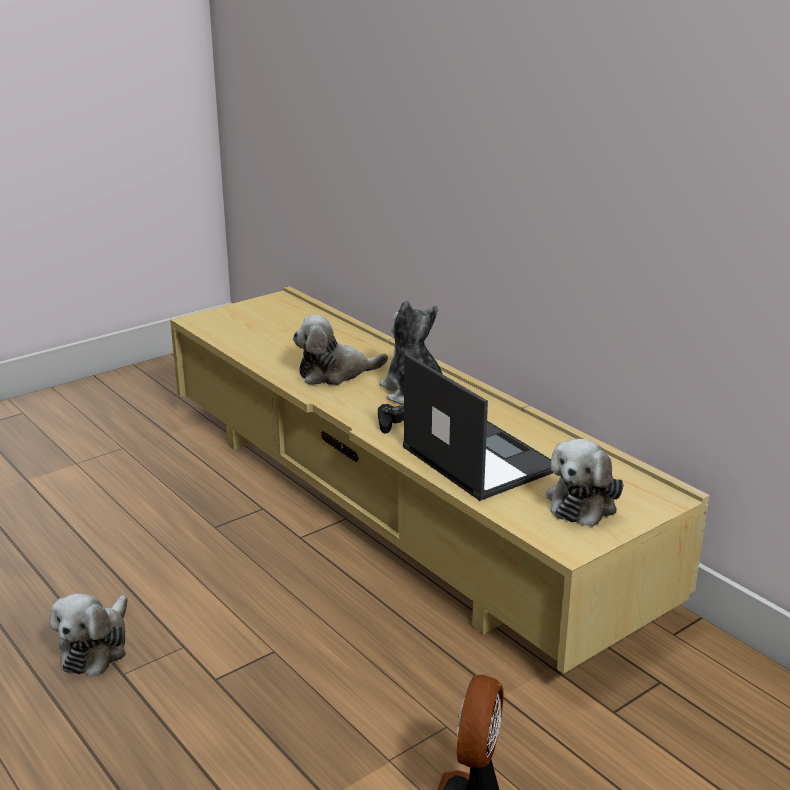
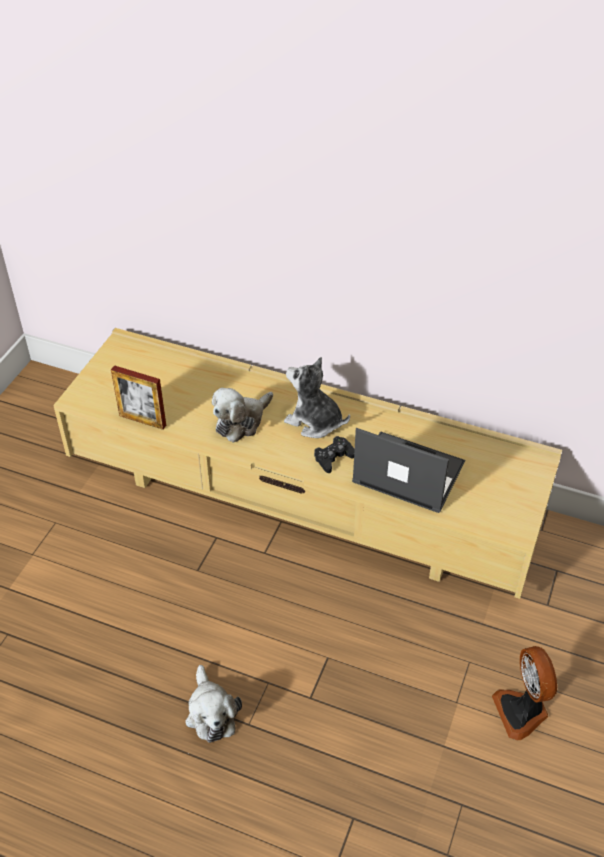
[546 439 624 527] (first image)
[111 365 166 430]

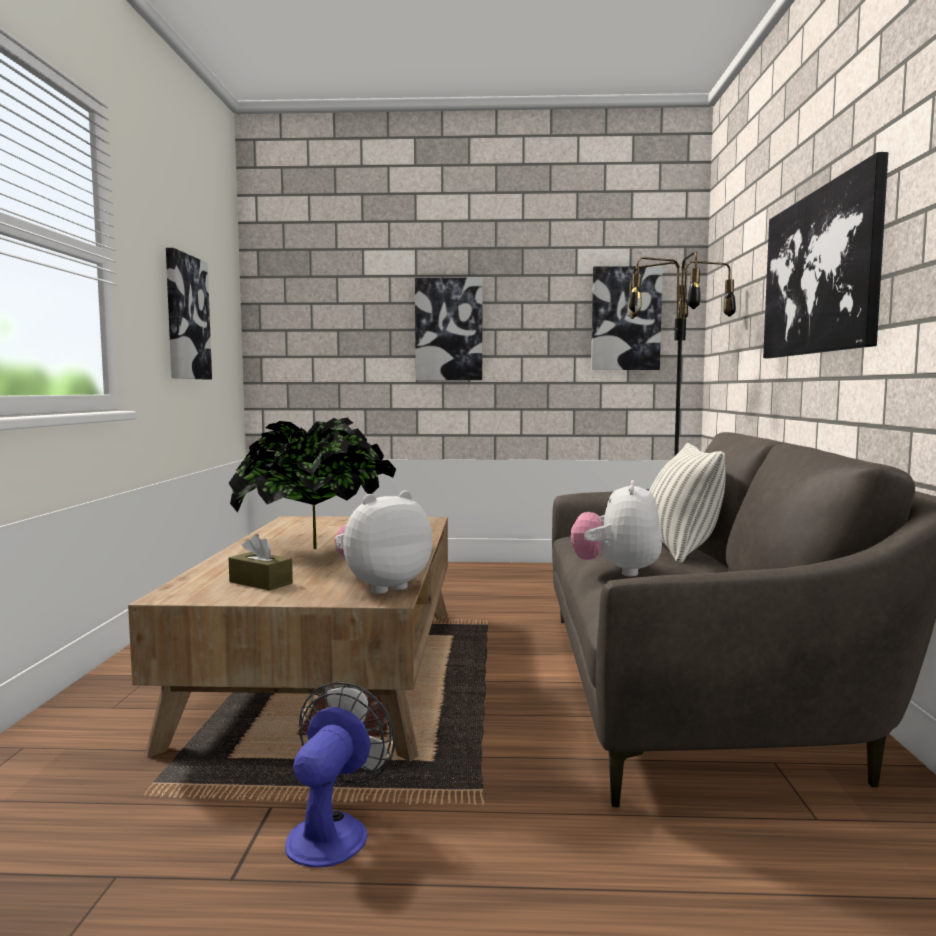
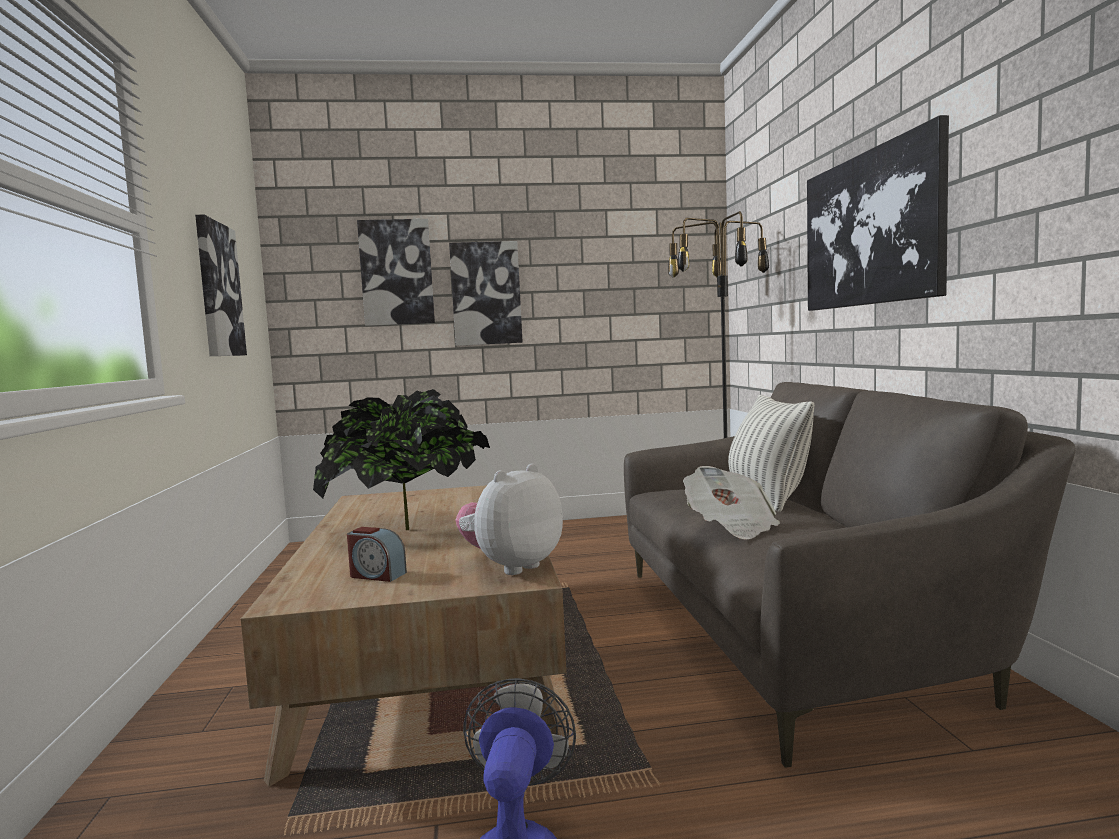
[347 527 407 582]
[683 466 780 540]
[357 219 435 326]

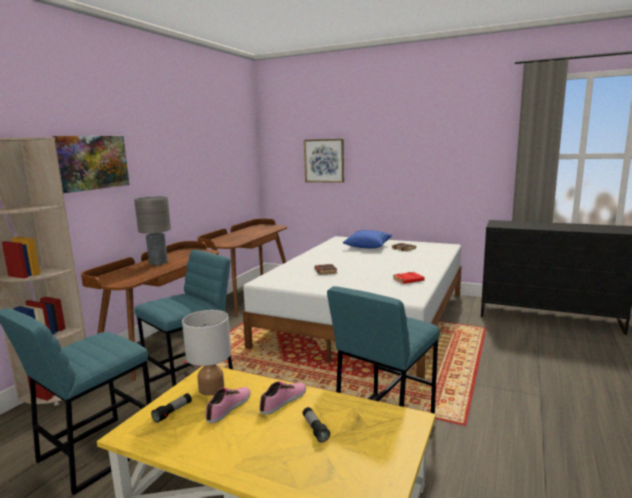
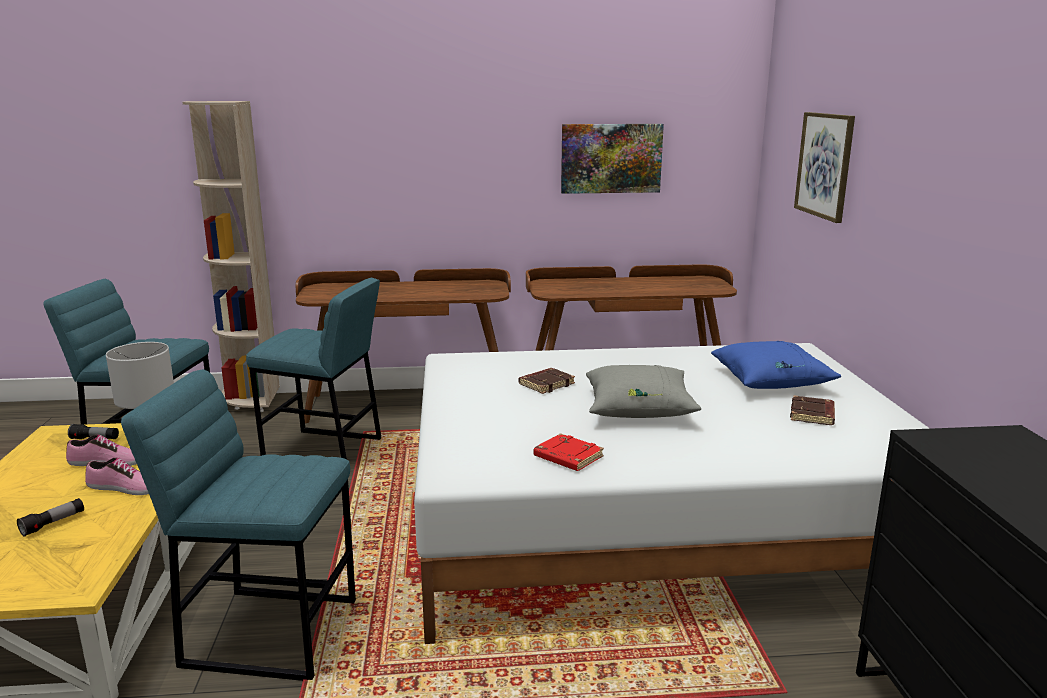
[561 124 664 194]
[134 197 171 265] (first image)
[586 365 701 418]

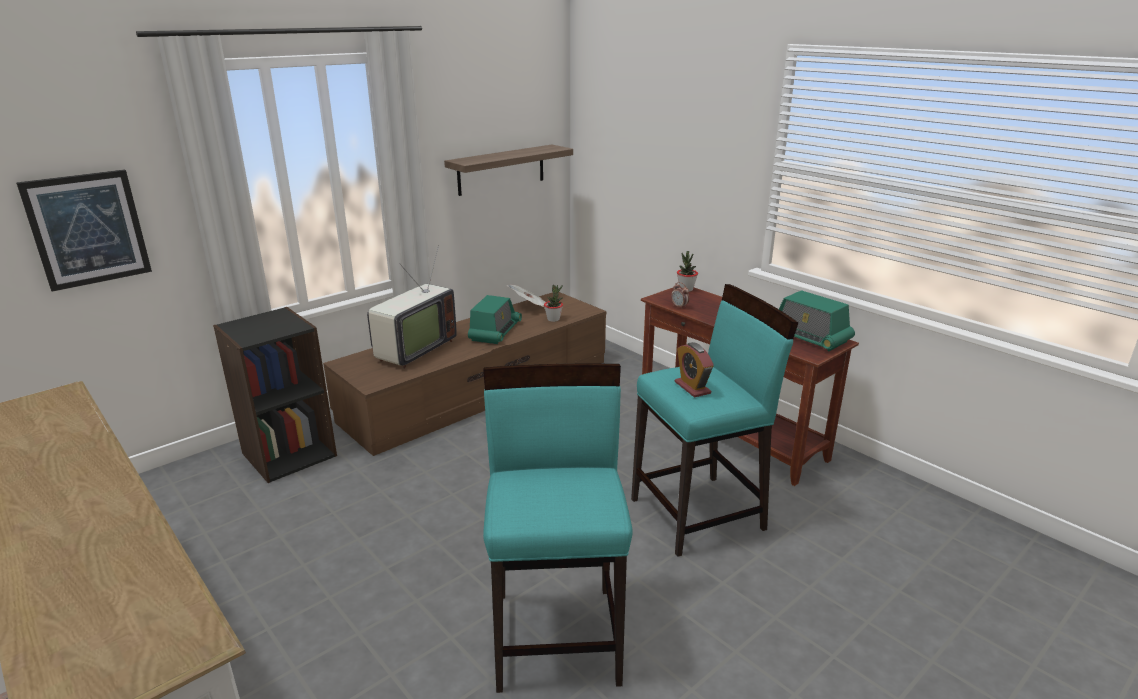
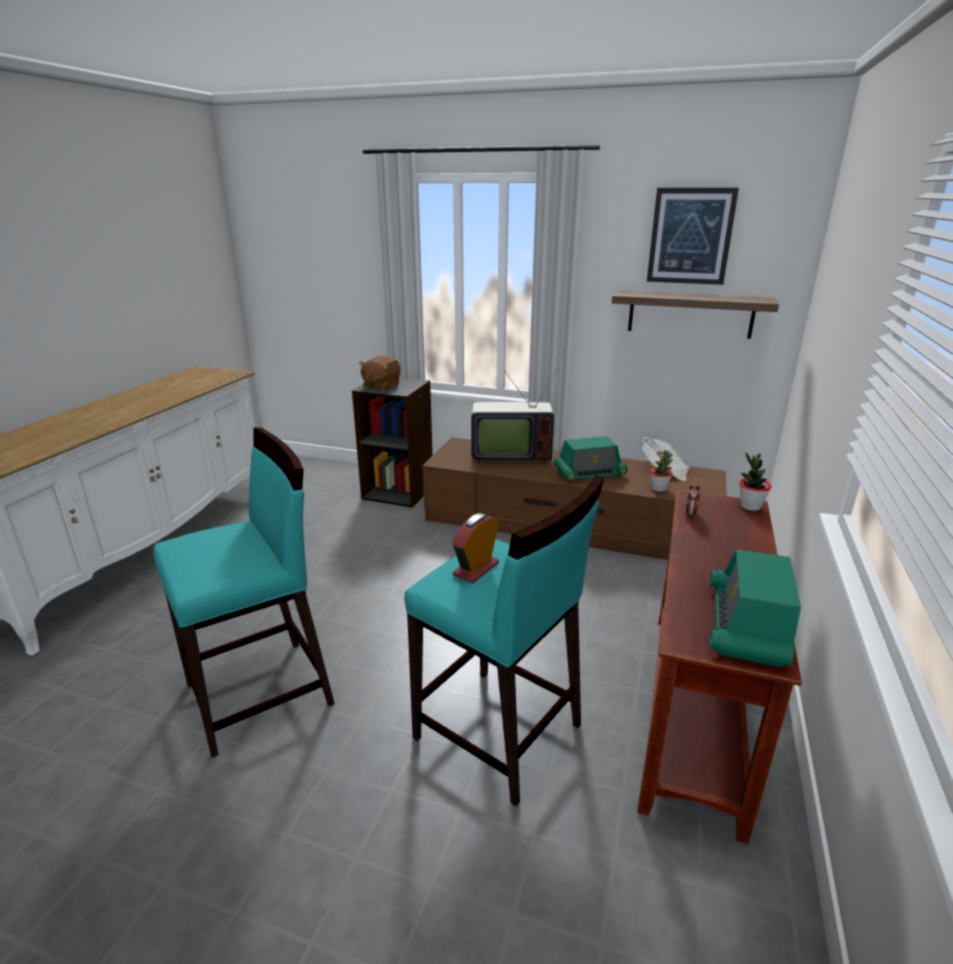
[647 188 739 285]
[359 355 400 391]

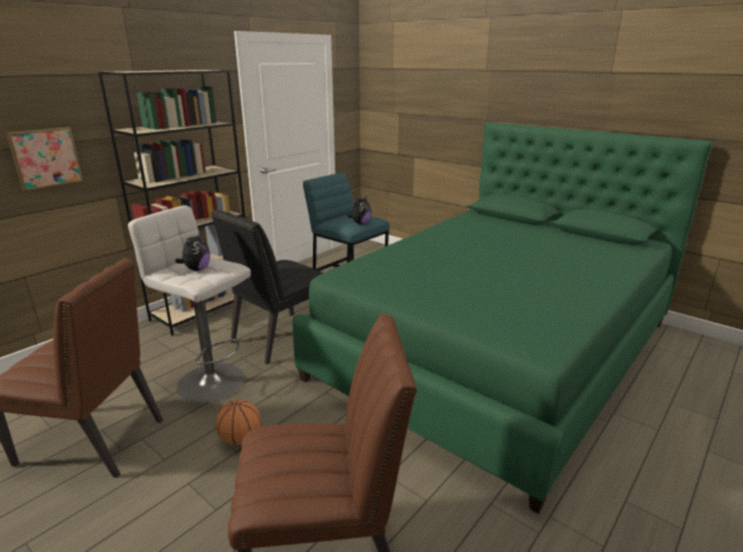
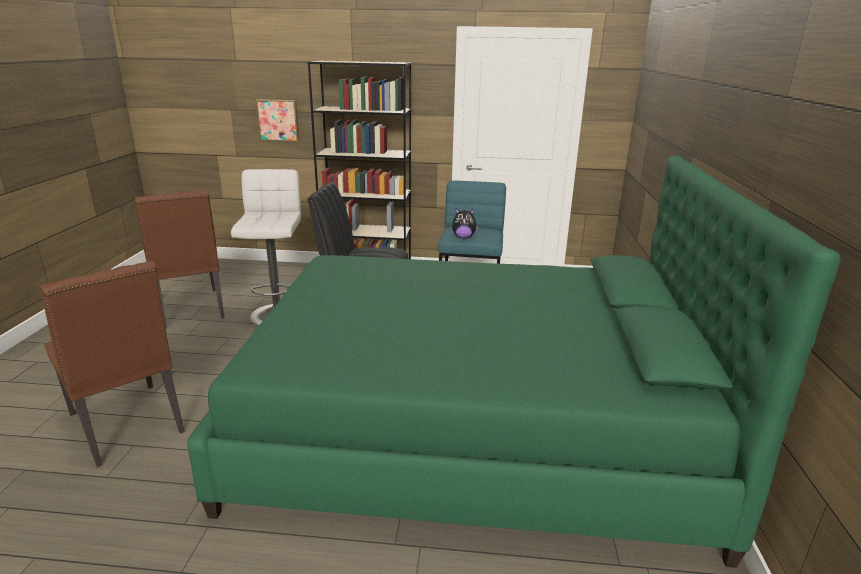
[175 231 210 271] (first image)
[215 399 260 445] (first image)

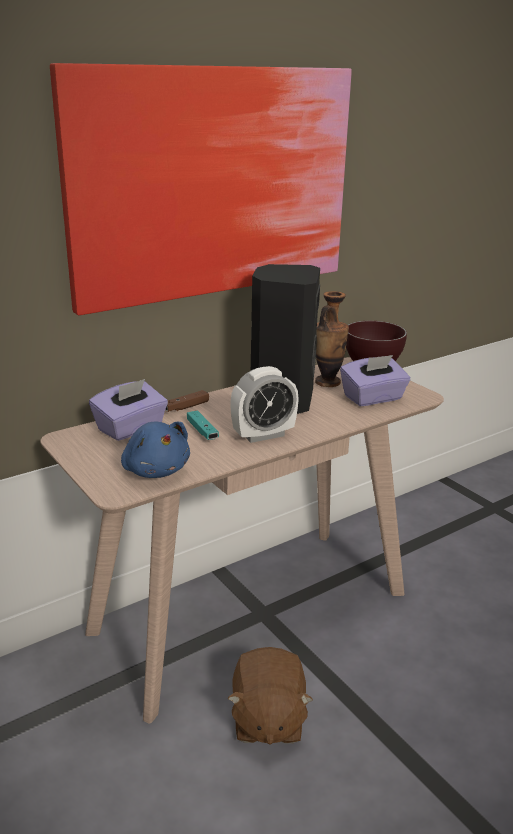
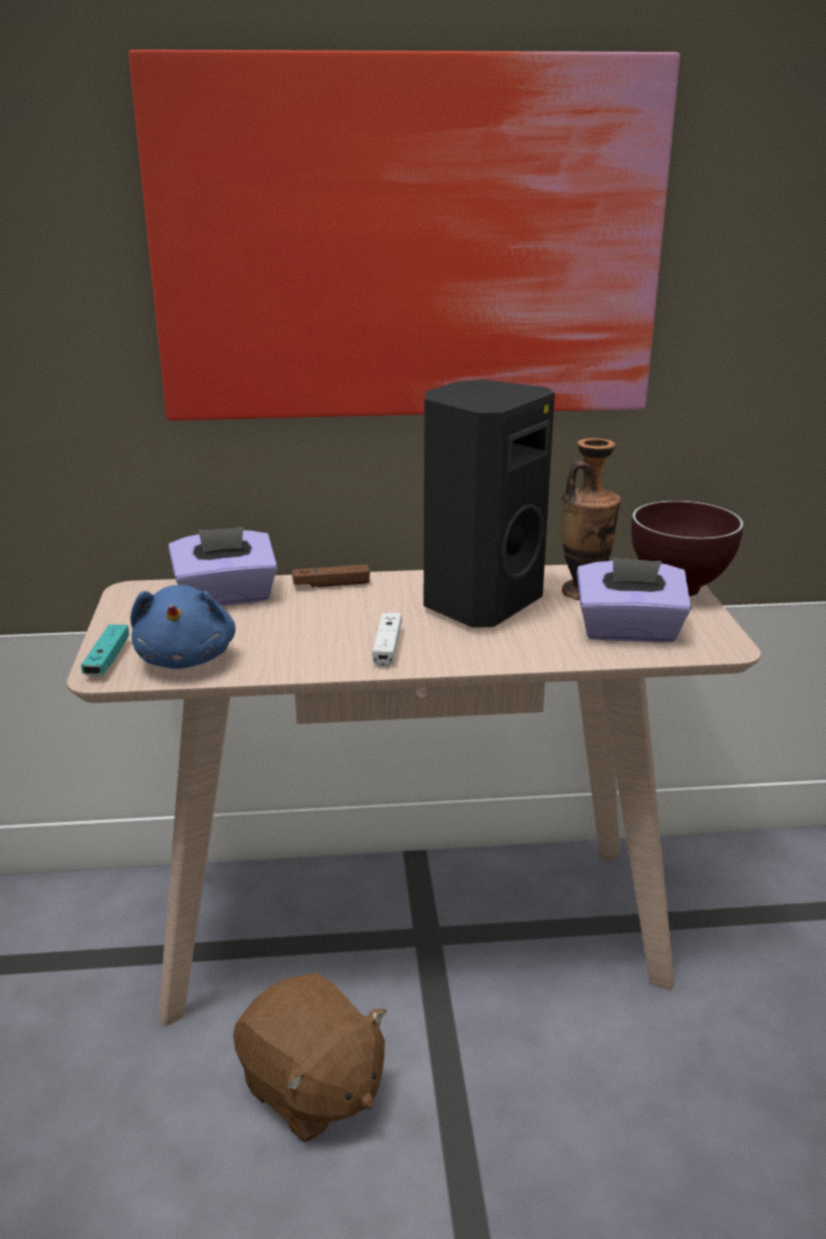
[81 624 129 676]
[233 973 387 1142]
[372 612 402 667]

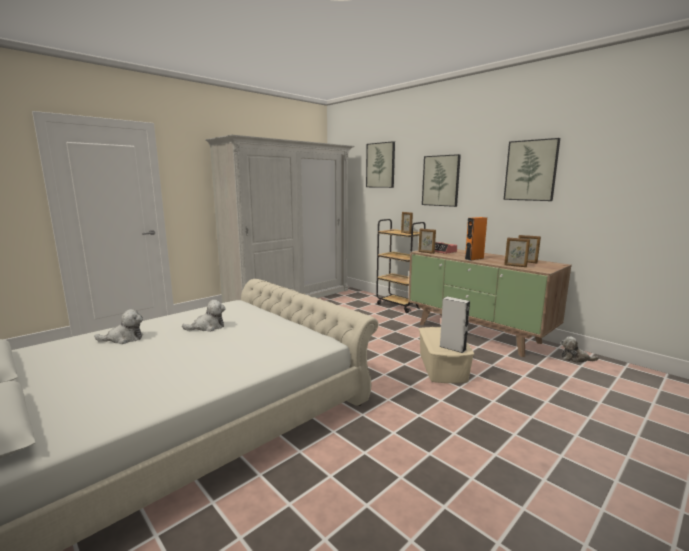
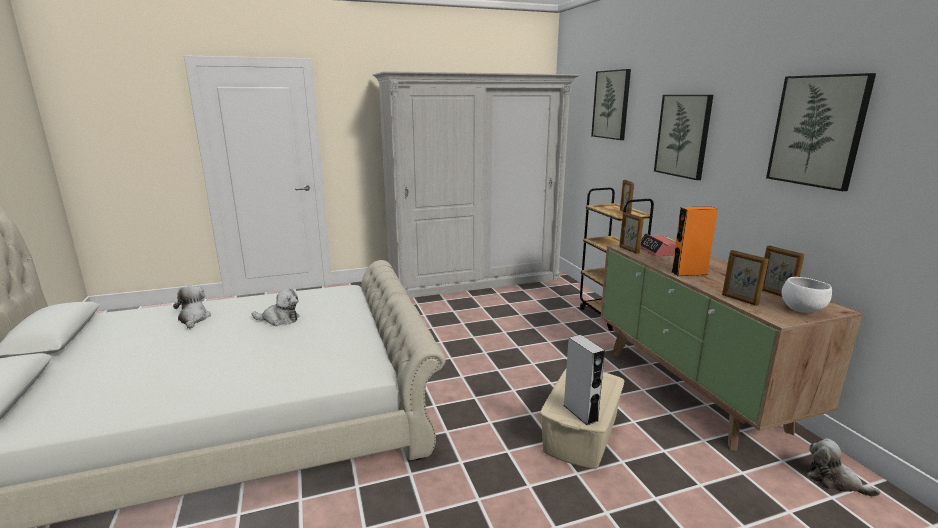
[173 285 211 329]
[781 277 832 313]

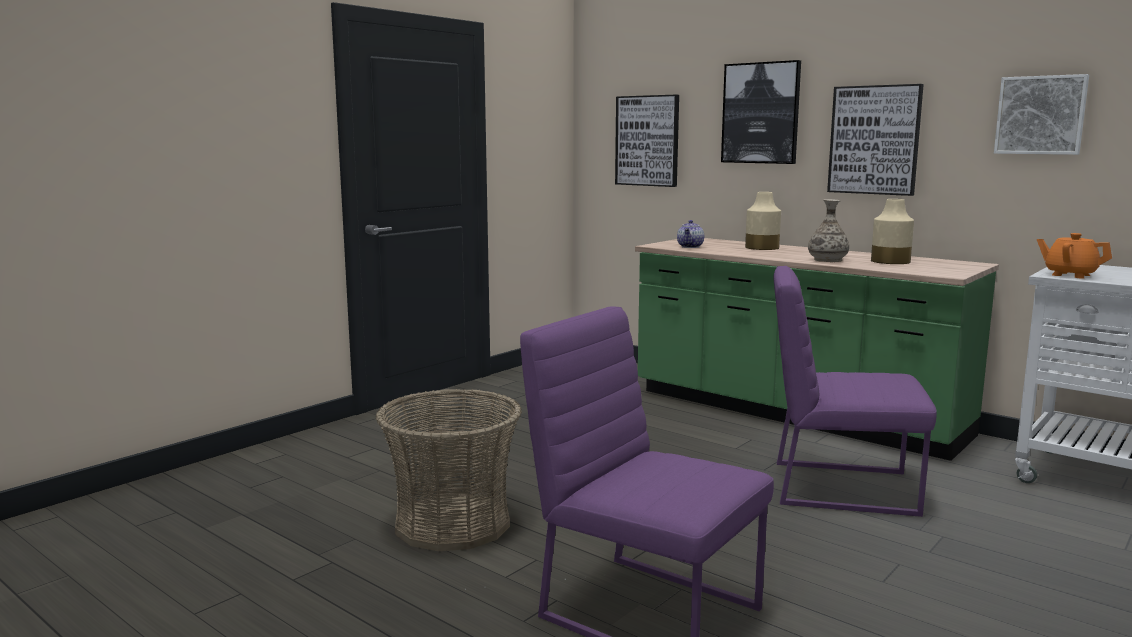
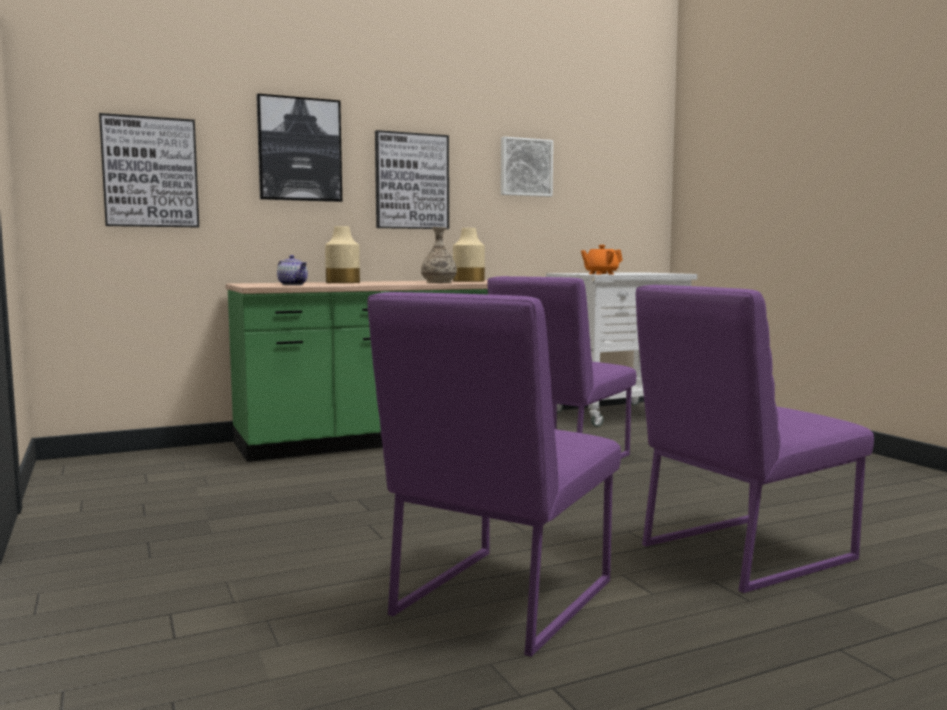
[367 292 621 657]

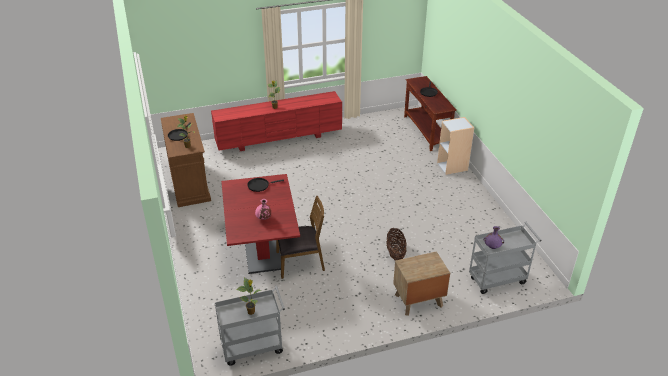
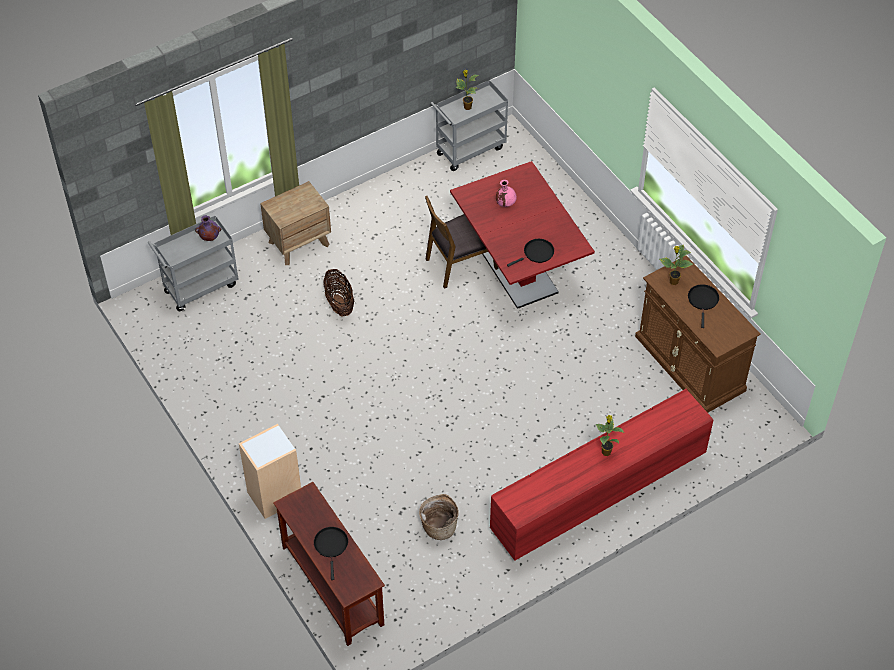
[419 494 459 540]

